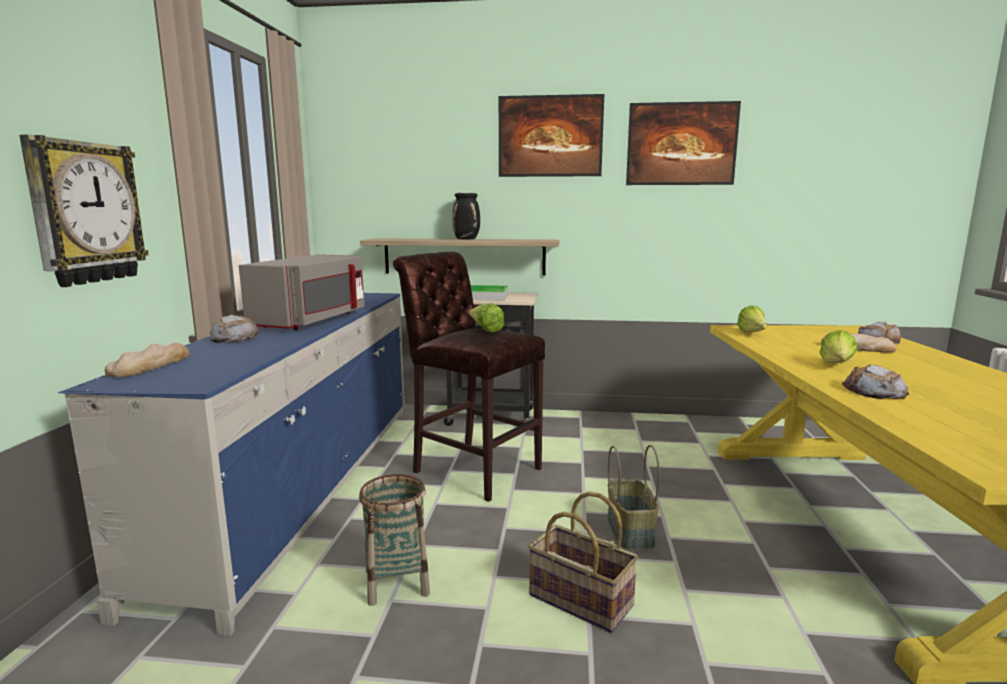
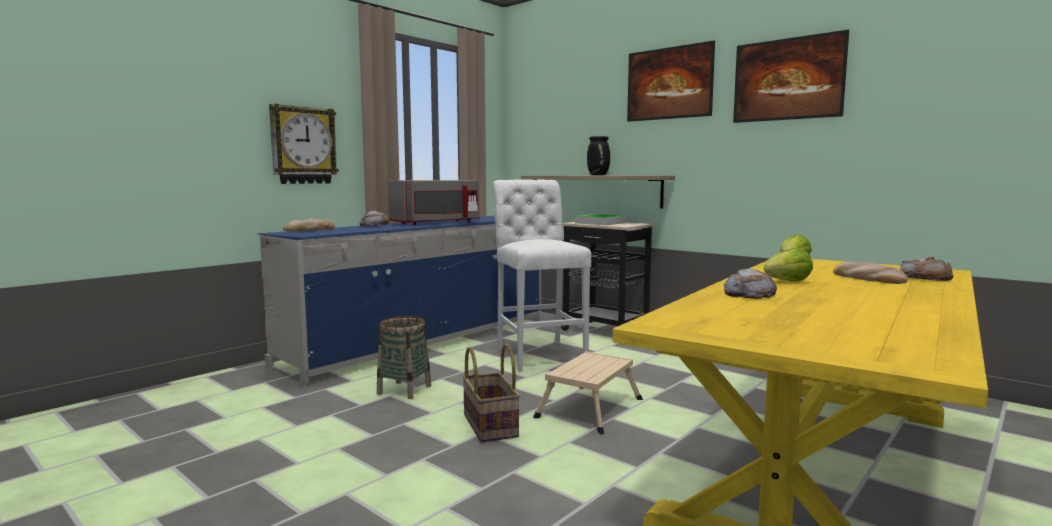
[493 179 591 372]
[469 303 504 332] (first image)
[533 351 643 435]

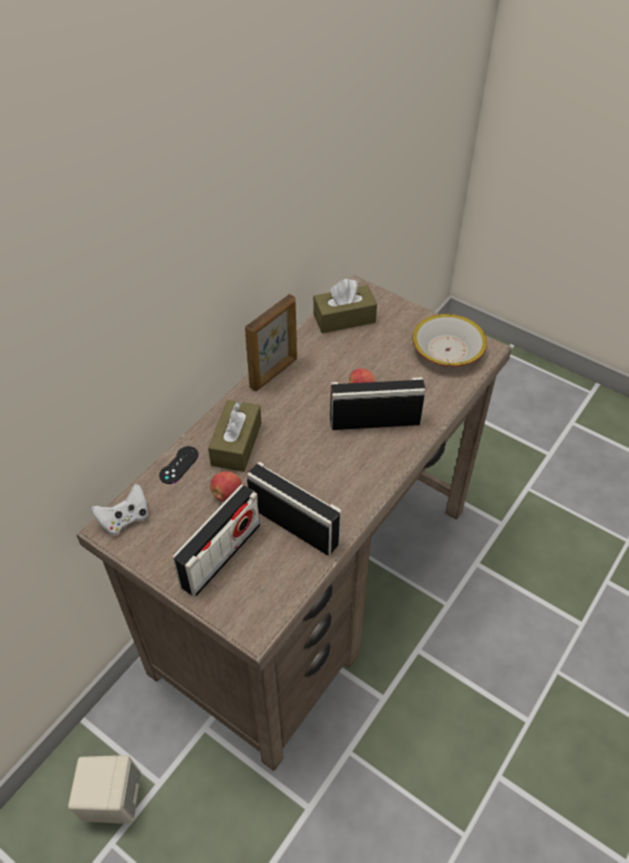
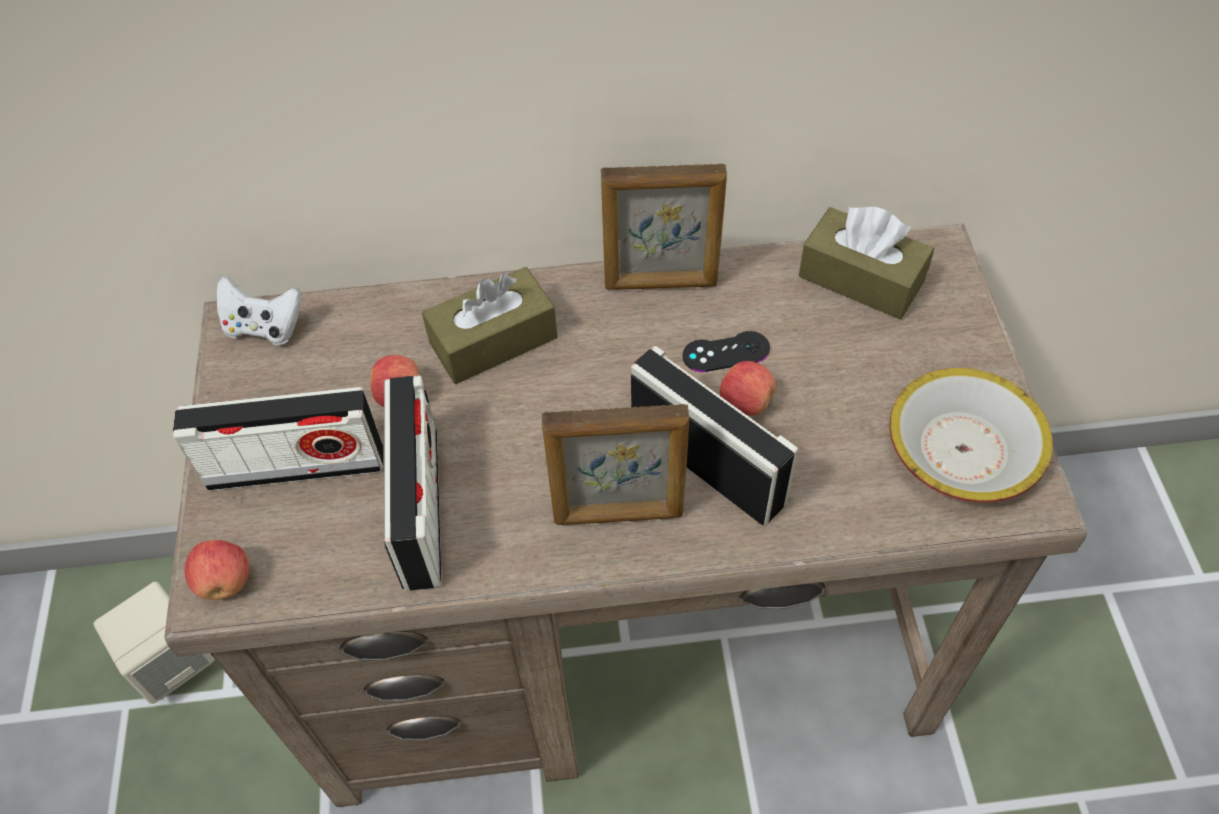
[683 331 770 372]
[185 540 250 600]
[542 404 689 525]

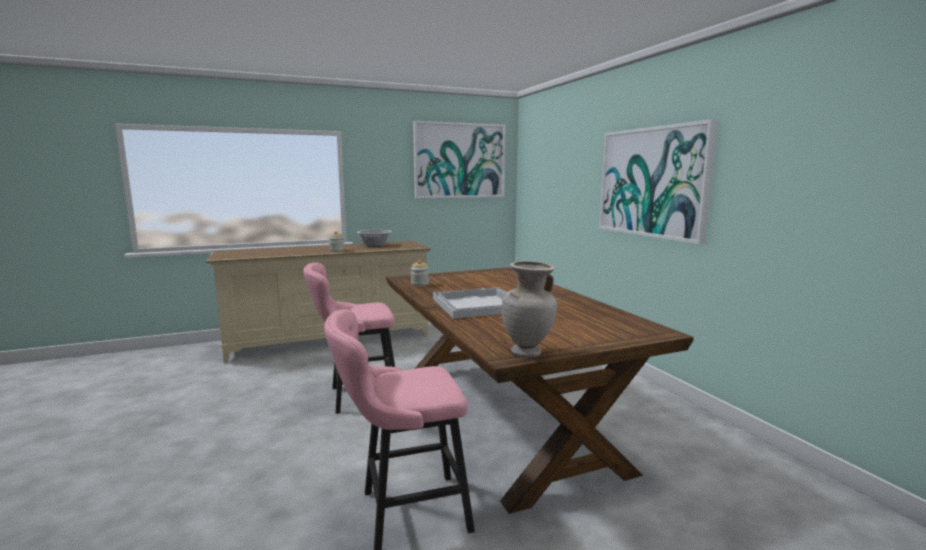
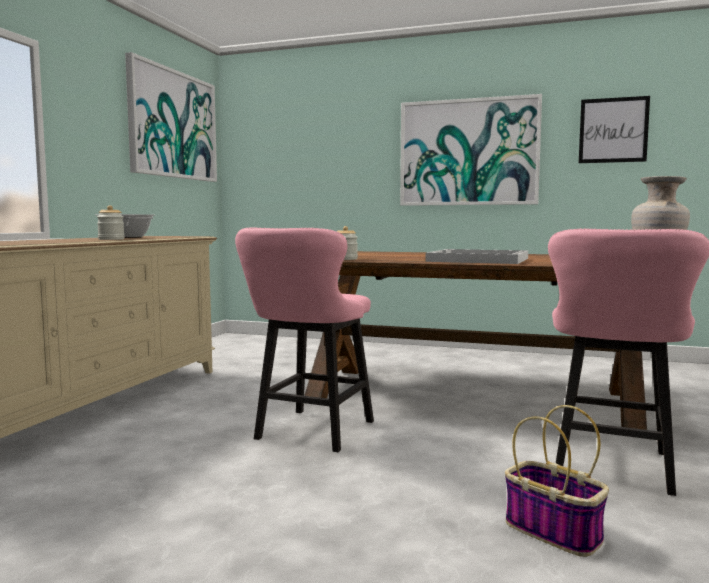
[505 405 609 557]
[579 96 650 163]

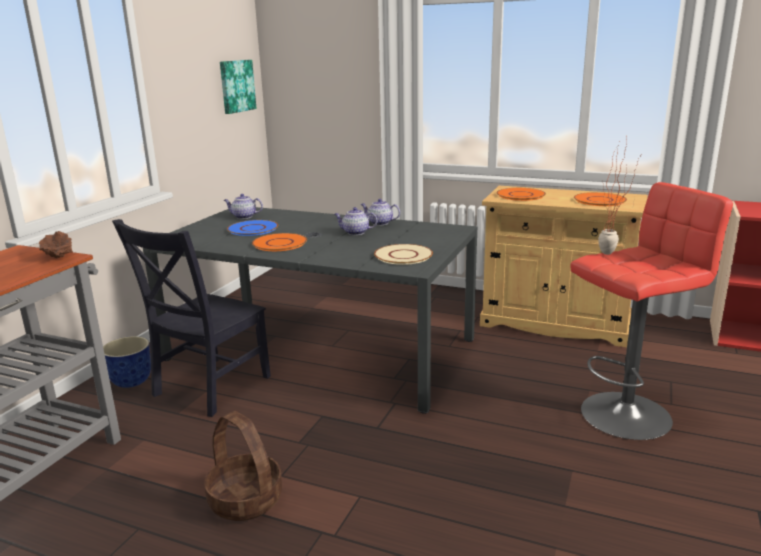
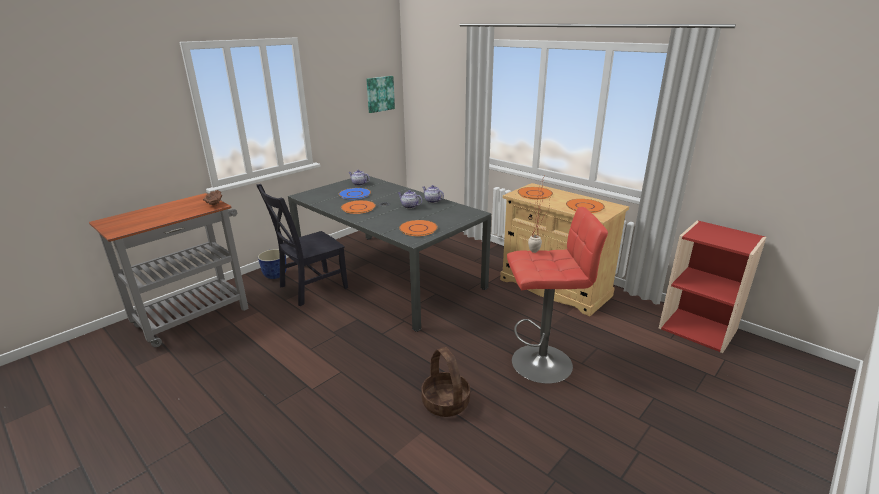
[421 347 470 417]
[399 220 438 236]

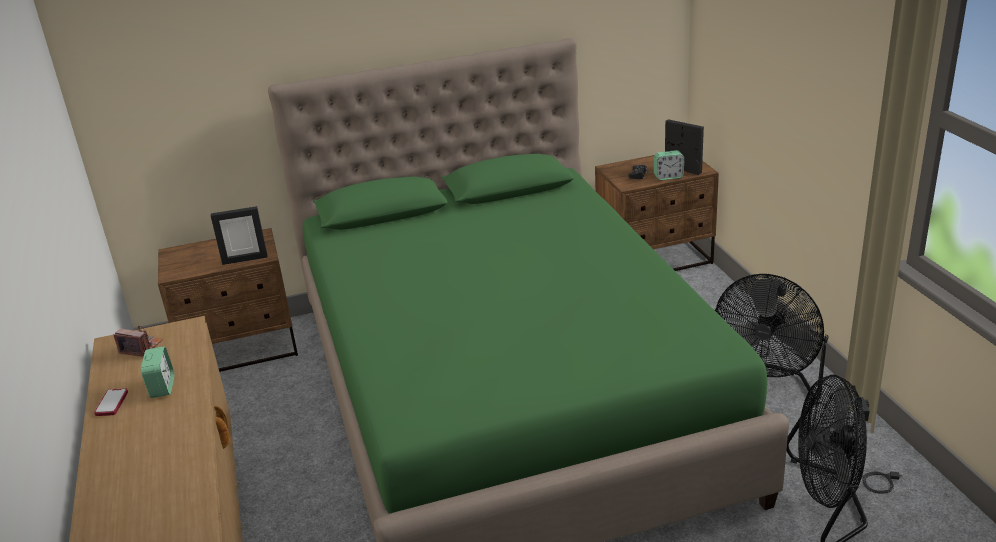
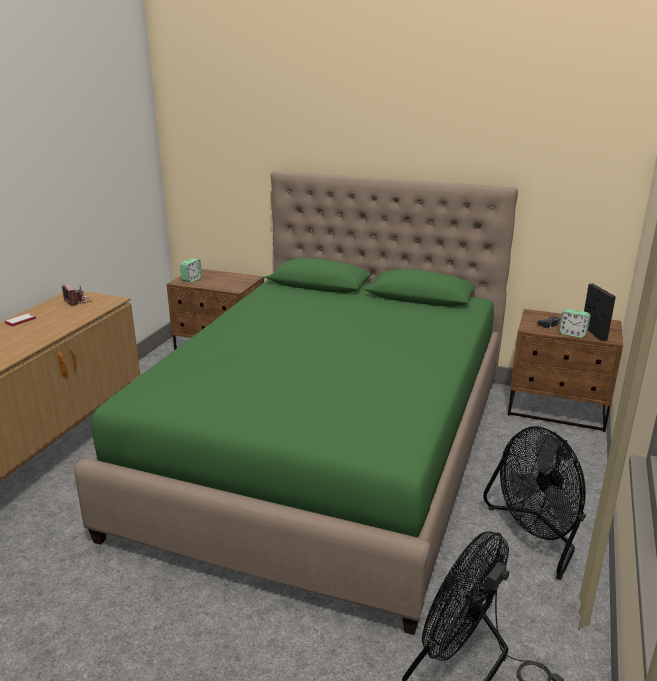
[180 259 202 282]
[211 206 268 265] (first image)

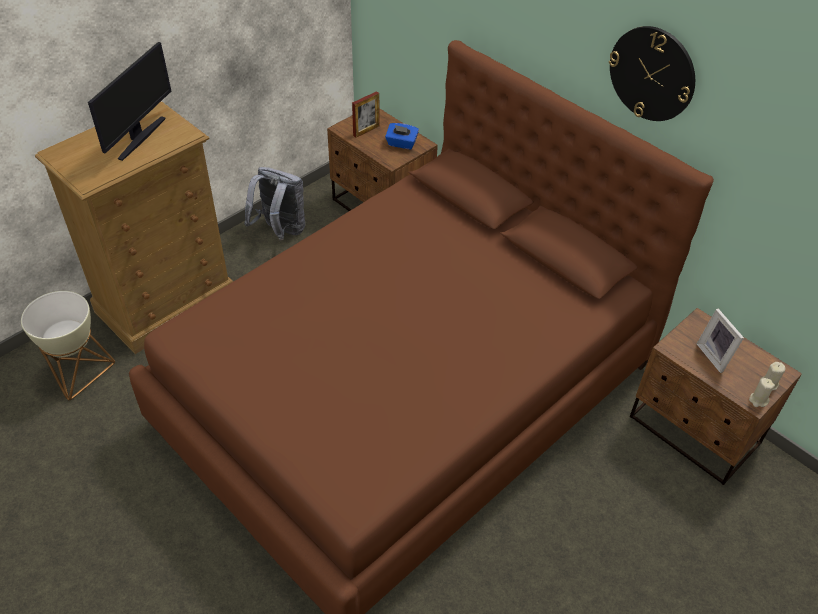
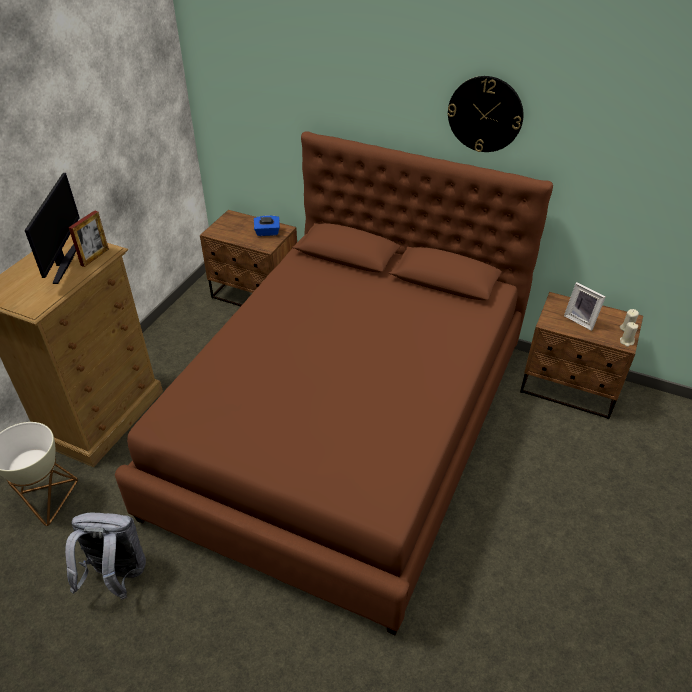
[65 512 146 600]
[69 210 109 267]

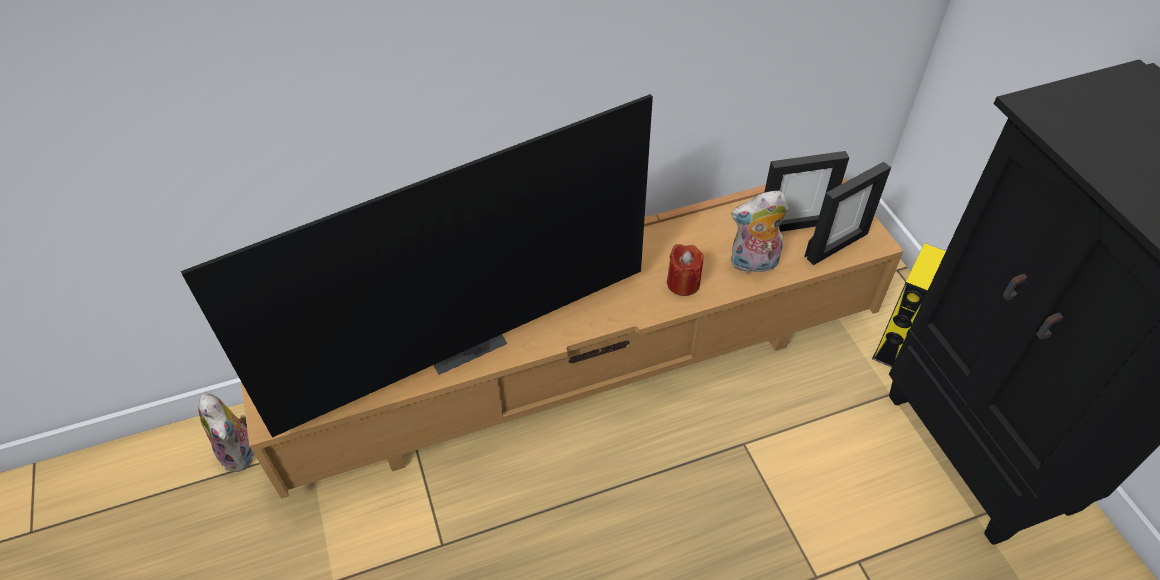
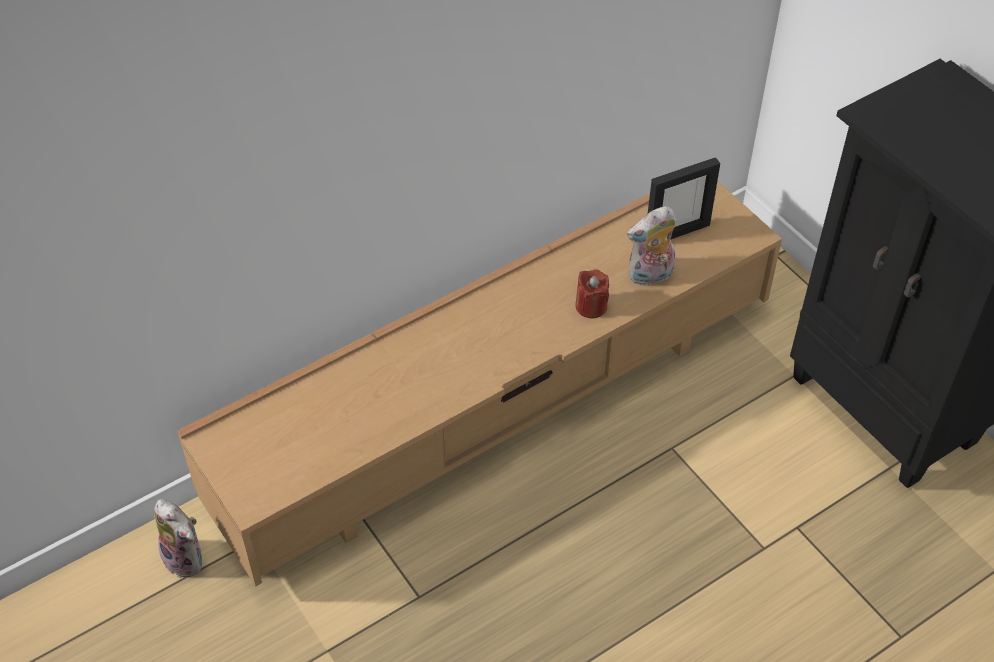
[181 94 653 438] (first image)
[804 162 891 265] (first image)
[872 243 946 368] (first image)

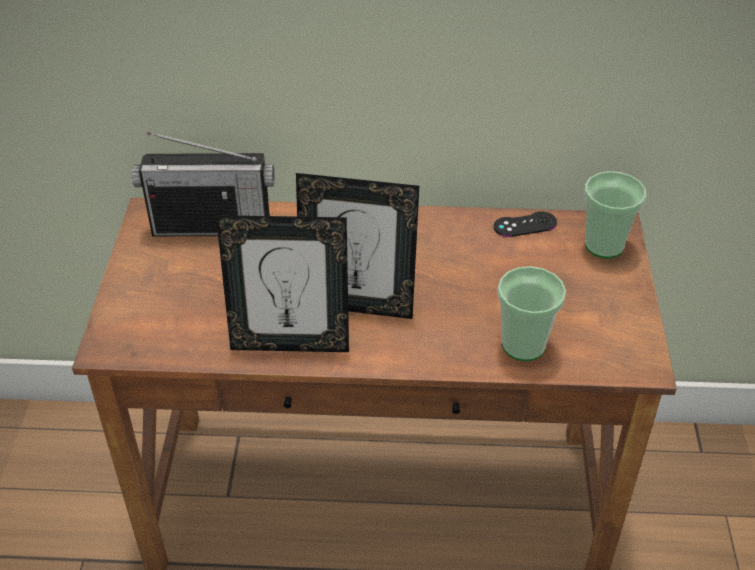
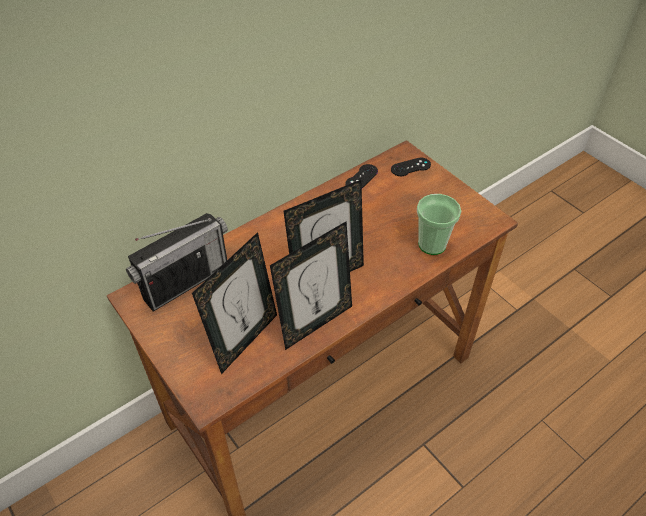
[391 157 431 176]
[192 232 277 374]

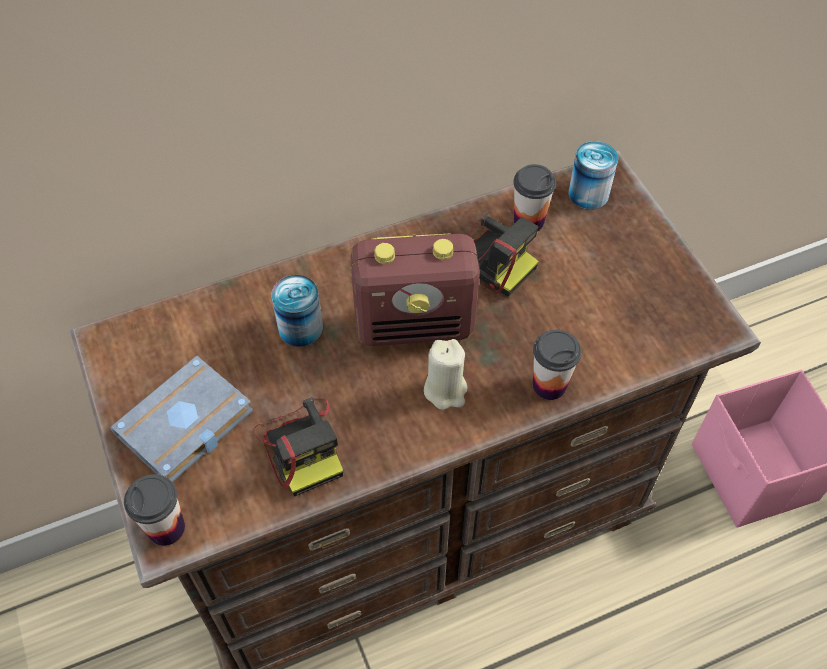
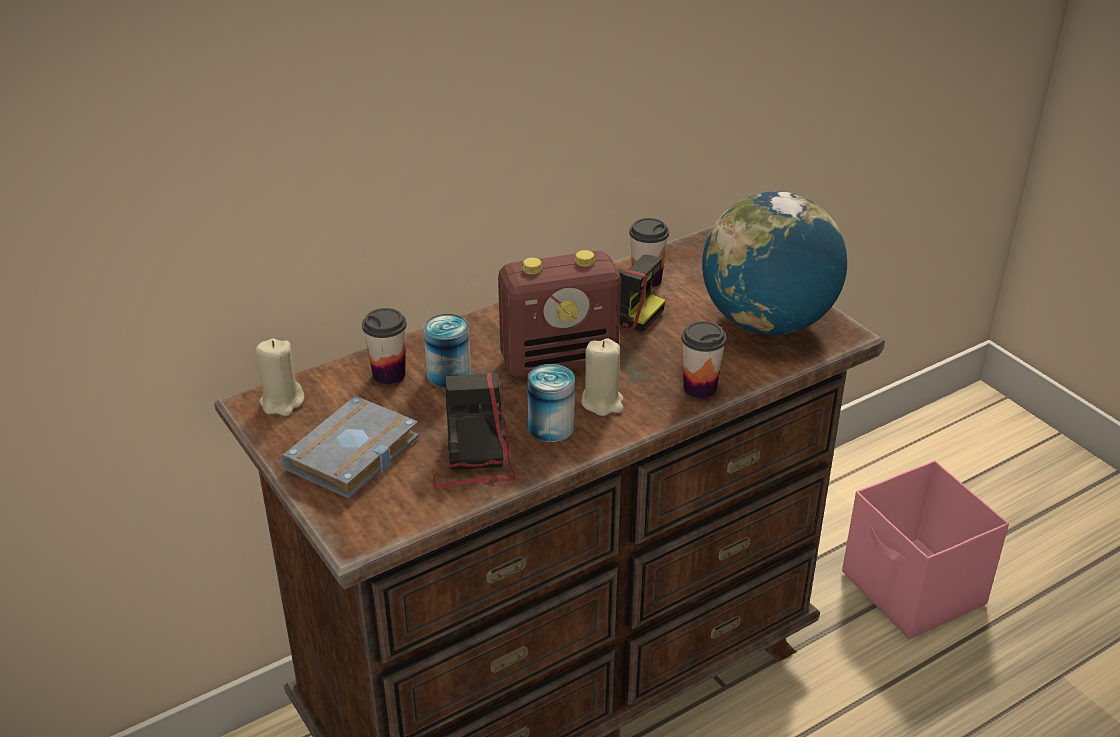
[362 308 407 385]
[432 373 515 488]
[527 364 575 442]
[255 338 304 416]
[702 191 847 335]

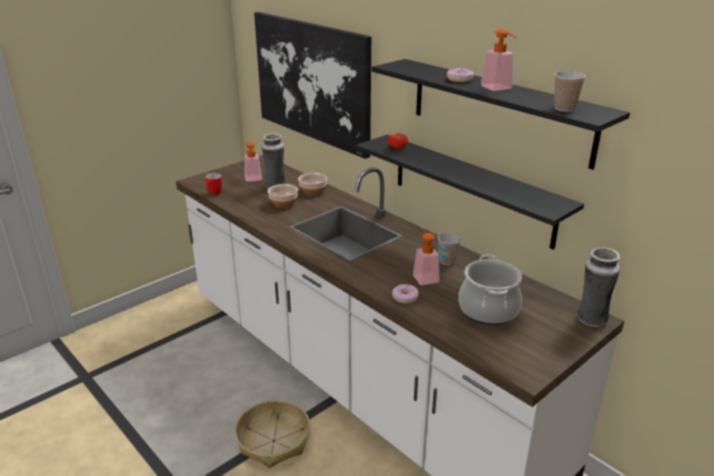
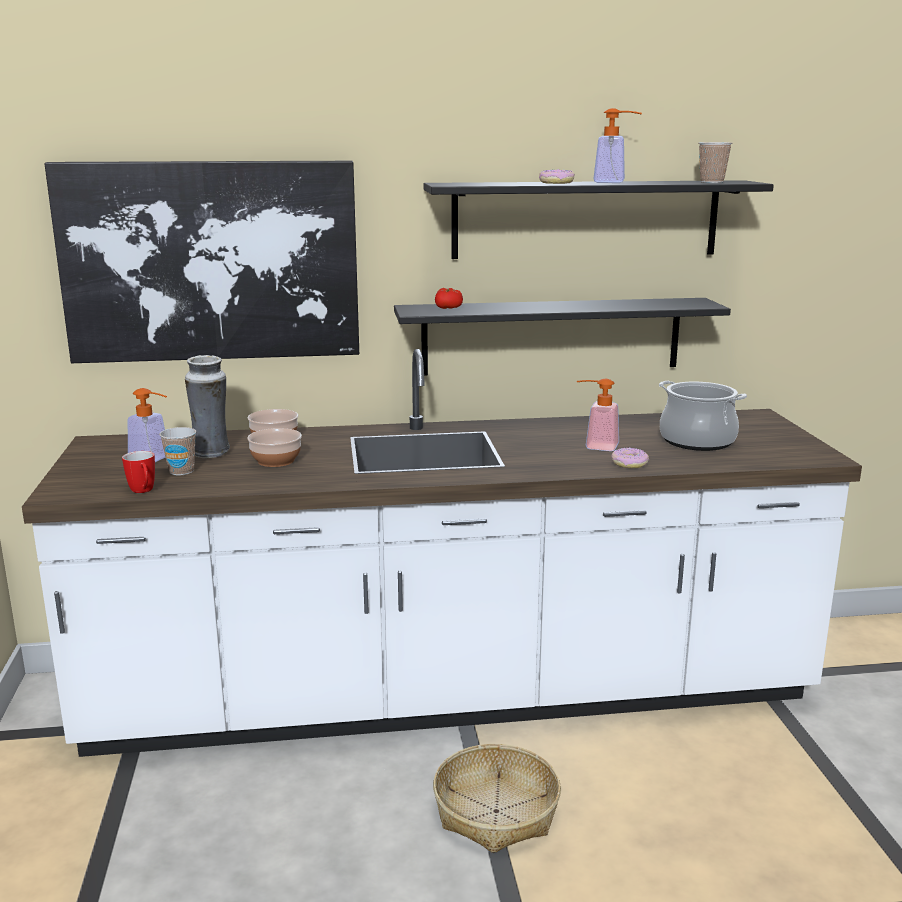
[159 427 196 475]
[577 247 620 327] (first image)

